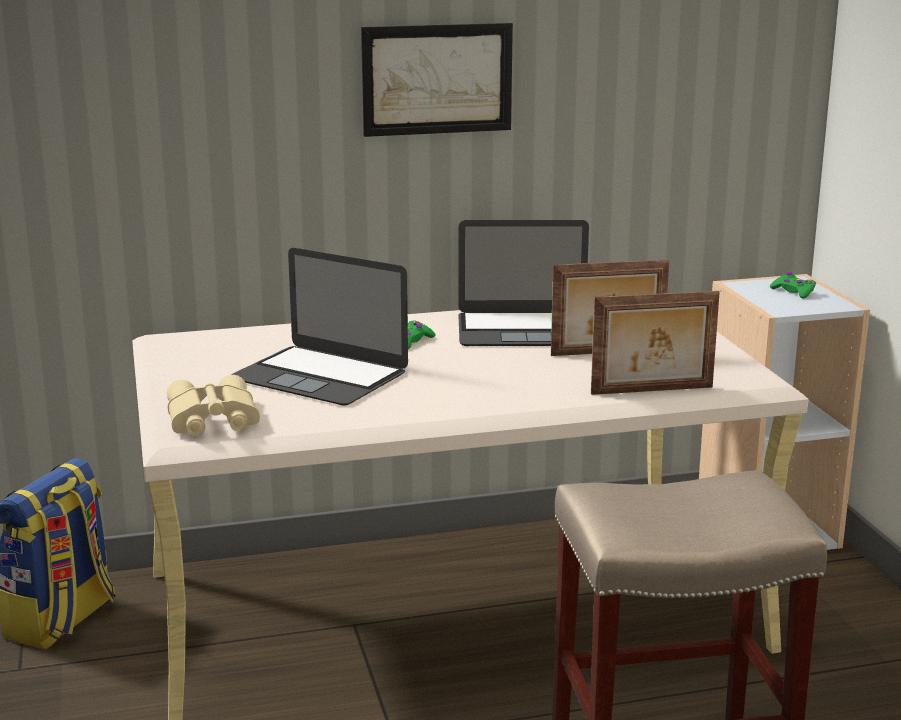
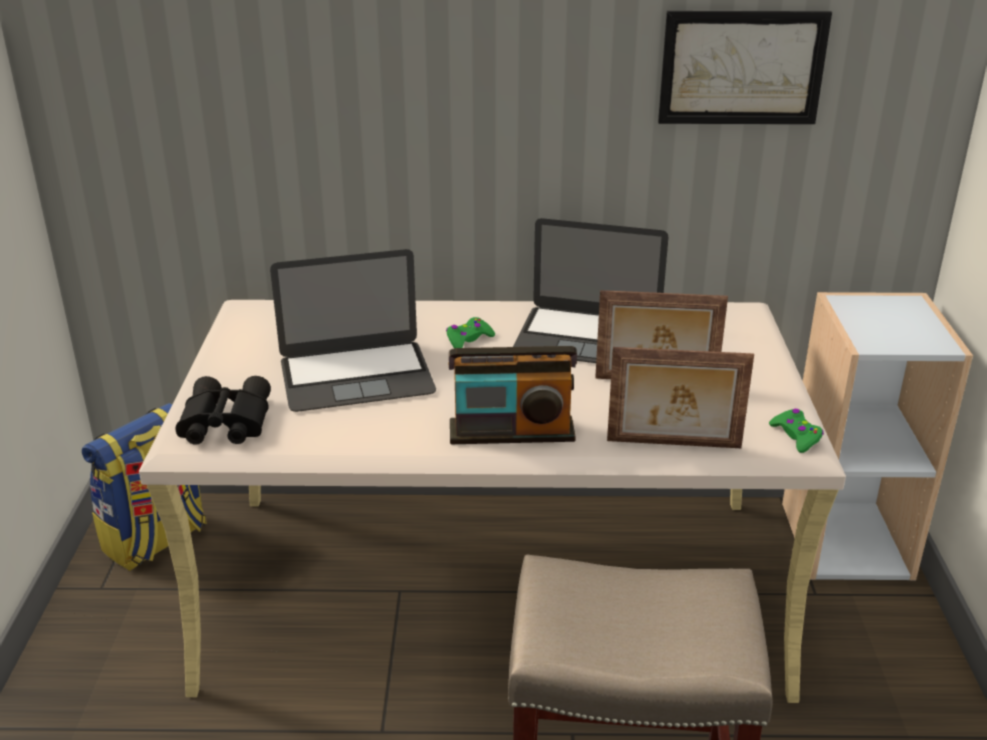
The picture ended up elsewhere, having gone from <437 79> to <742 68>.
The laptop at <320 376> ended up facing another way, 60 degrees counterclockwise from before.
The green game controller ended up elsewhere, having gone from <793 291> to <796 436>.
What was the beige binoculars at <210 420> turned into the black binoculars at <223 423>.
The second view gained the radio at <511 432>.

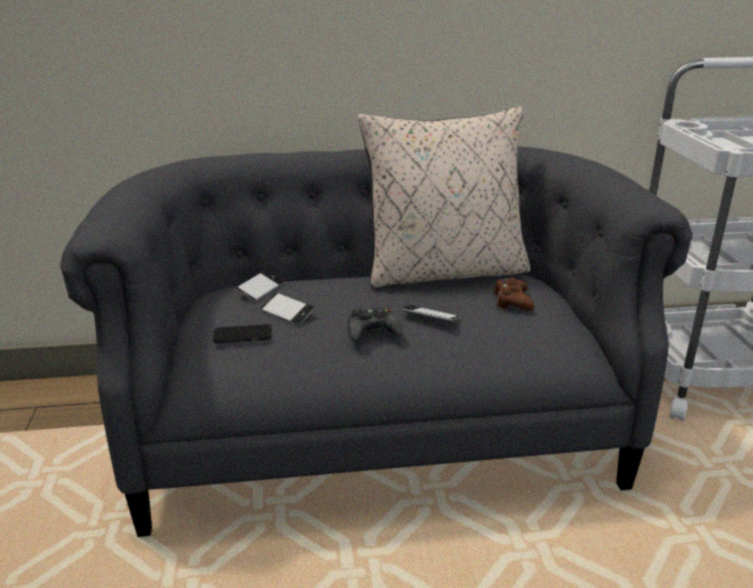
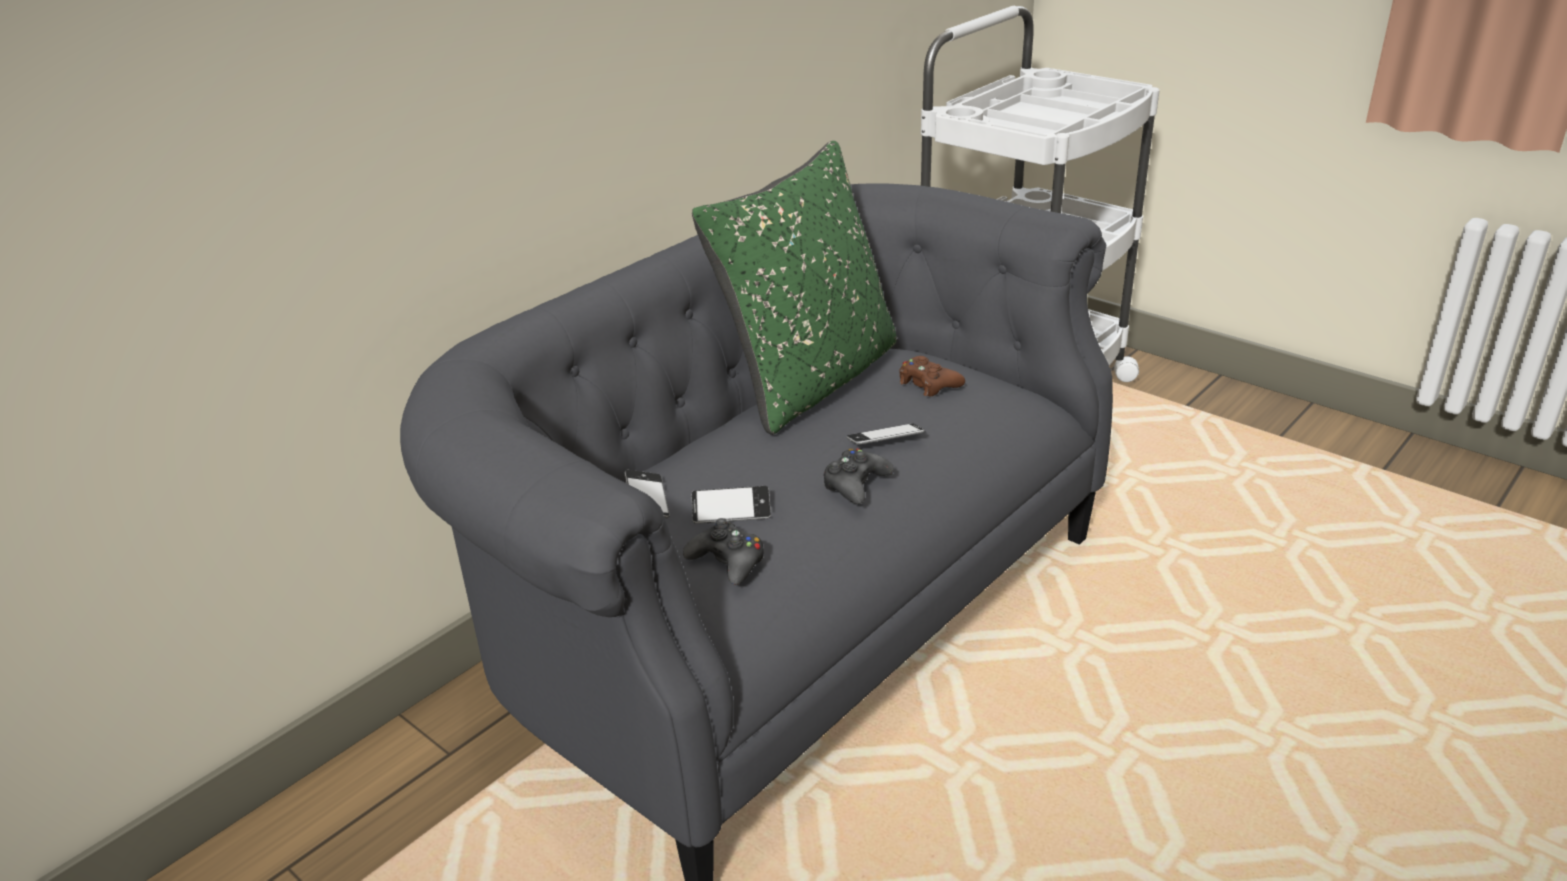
What was the beige pillow at <445 271> turned into the green pillow at <810 380>.
Where the phone stood at <242 335>, the black game controller came to stand at <728 561>.

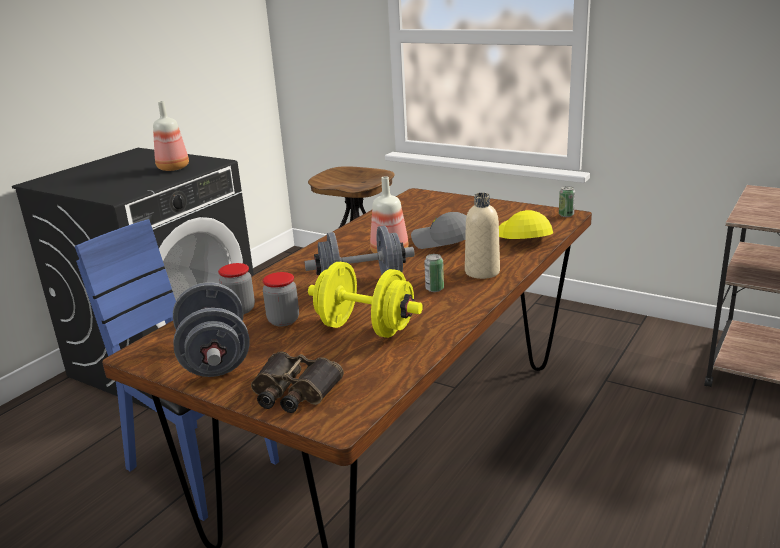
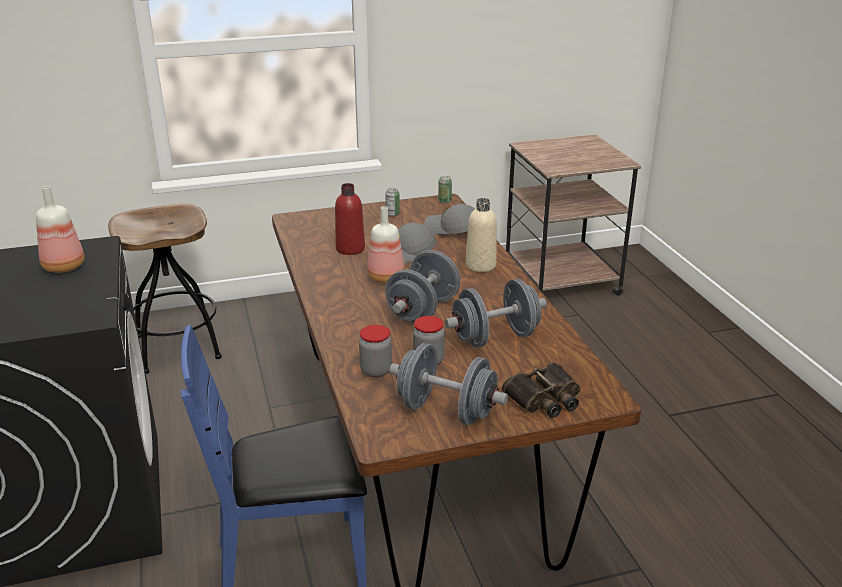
What was the yellow cap at <522 237> turned into the grey cap at <452 229>.
The can ended up elsewhere, having gone from <434 289> to <392 214>.
What was the yellow dumbbell at <365 328> turned into the grey dumbbell at <495 338>.
The second view gained the red bottle at <350 249>.

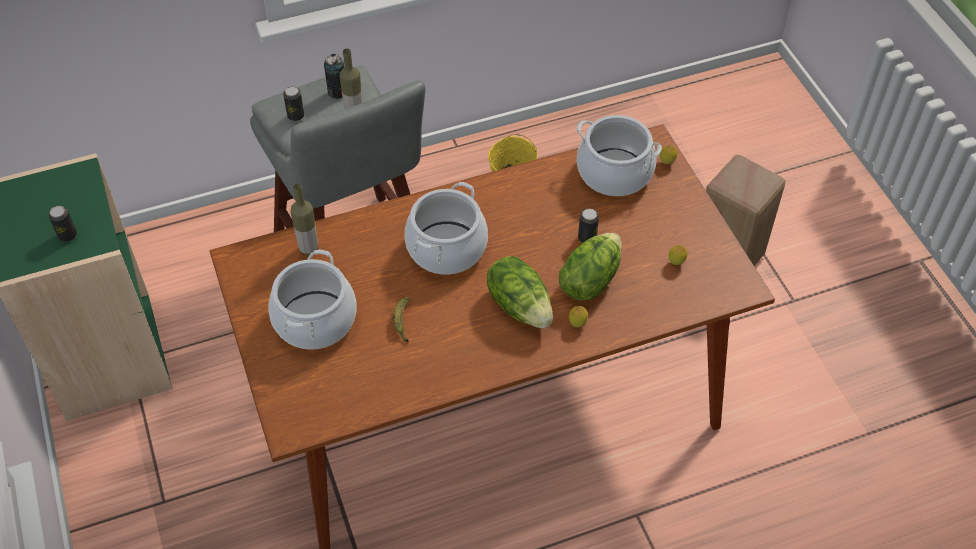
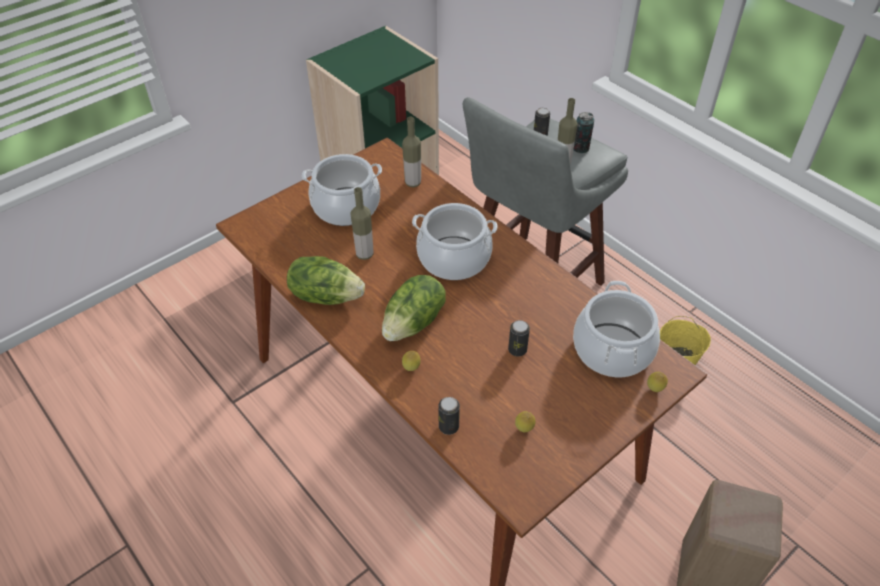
The can ended up elsewhere, having gone from <67 235> to <448 426>.
The lettuce ended up elsewhere, having gone from <589 280> to <326 295>.
Where the banana stood at <402 322>, the bottle came to stand at <364 254>.

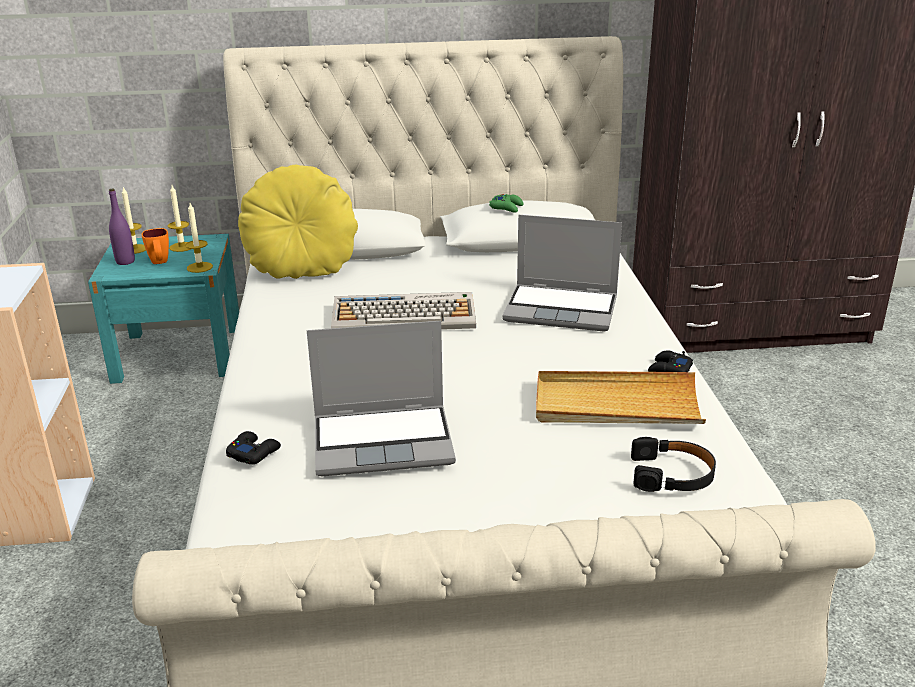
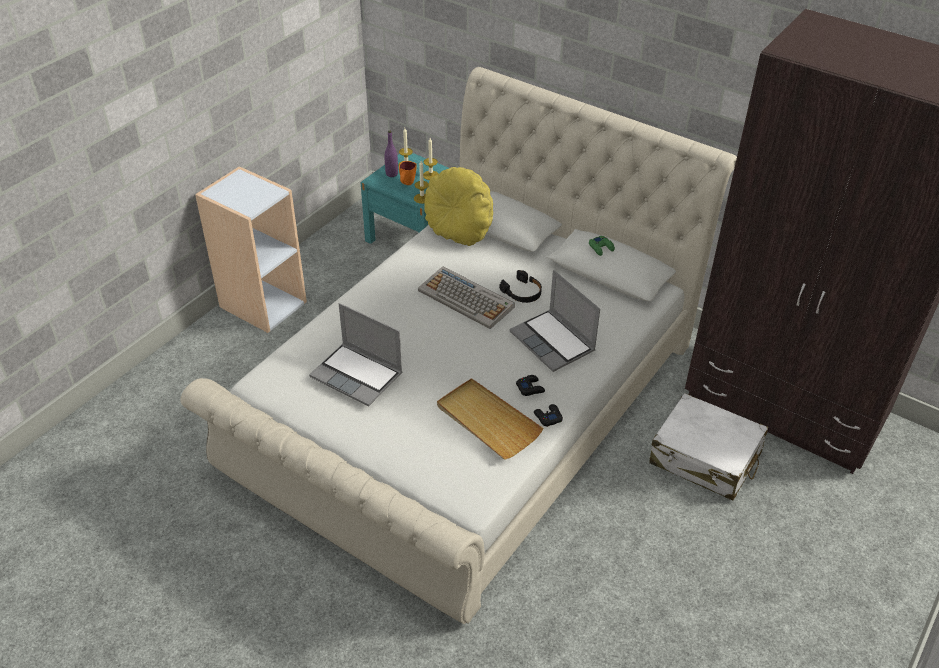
The black game controller ended up elsewhere, having gone from <253 453> to <530 388>.
The black headphones ended up elsewhere, having gone from <672 475> to <522 292>.
The second view gained the white suitcase at <705 458>.

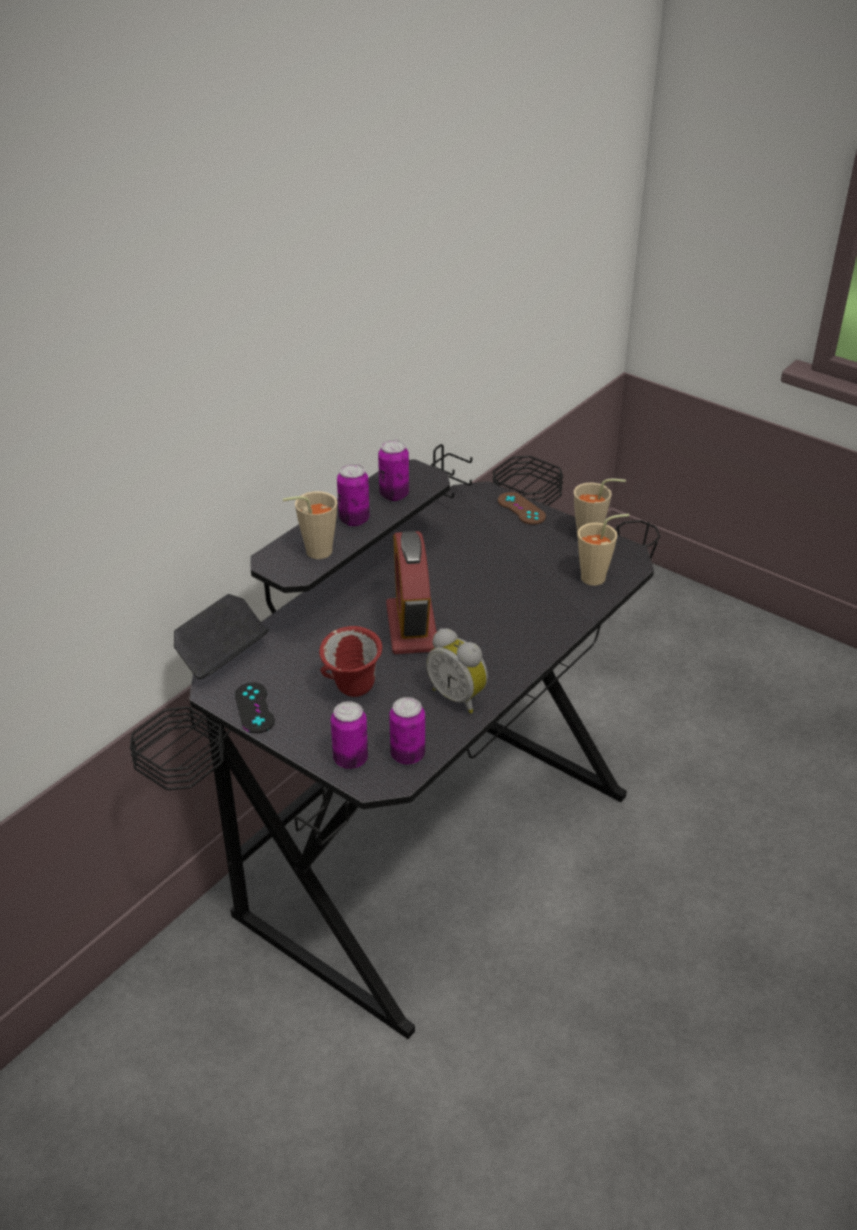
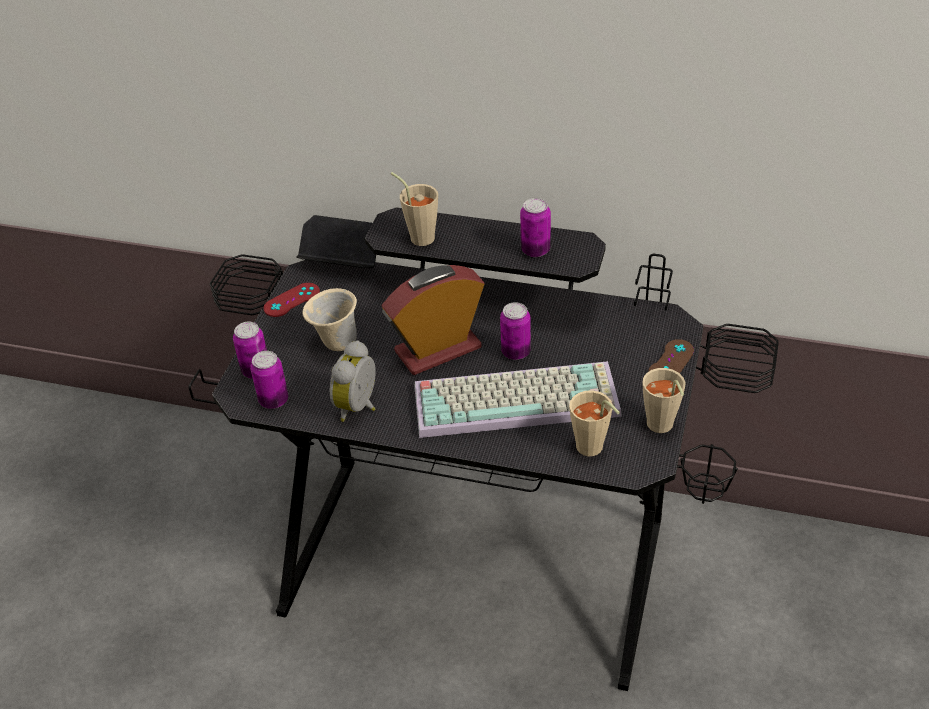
The can ended up elsewhere, having gone from <354 520> to <516 352>.
What was the red mug at <352 692> turned into the beige mug at <336 344>.
What was the black game controller at <254 708> turned into the red game controller at <291 300>.
The second view gained the keyboard at <518 398>.

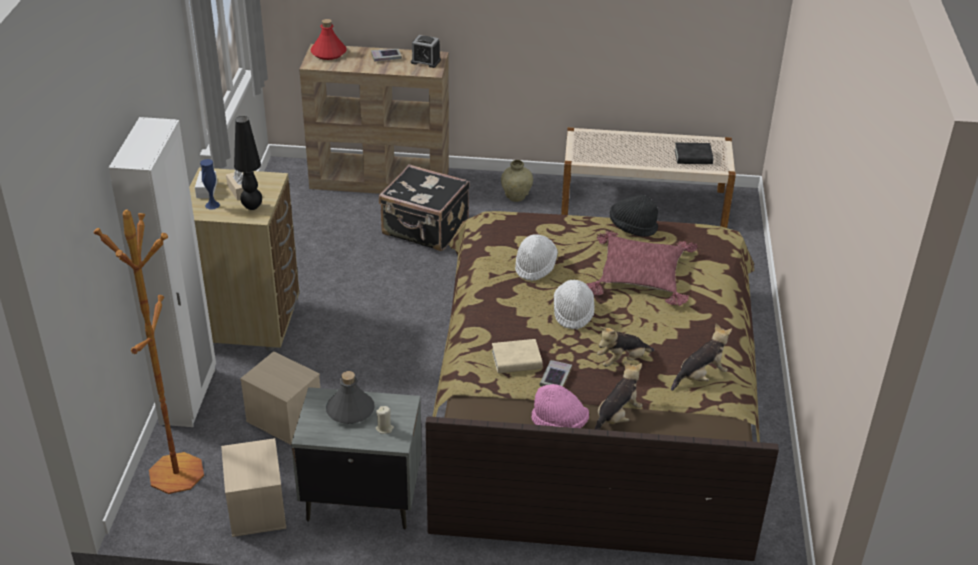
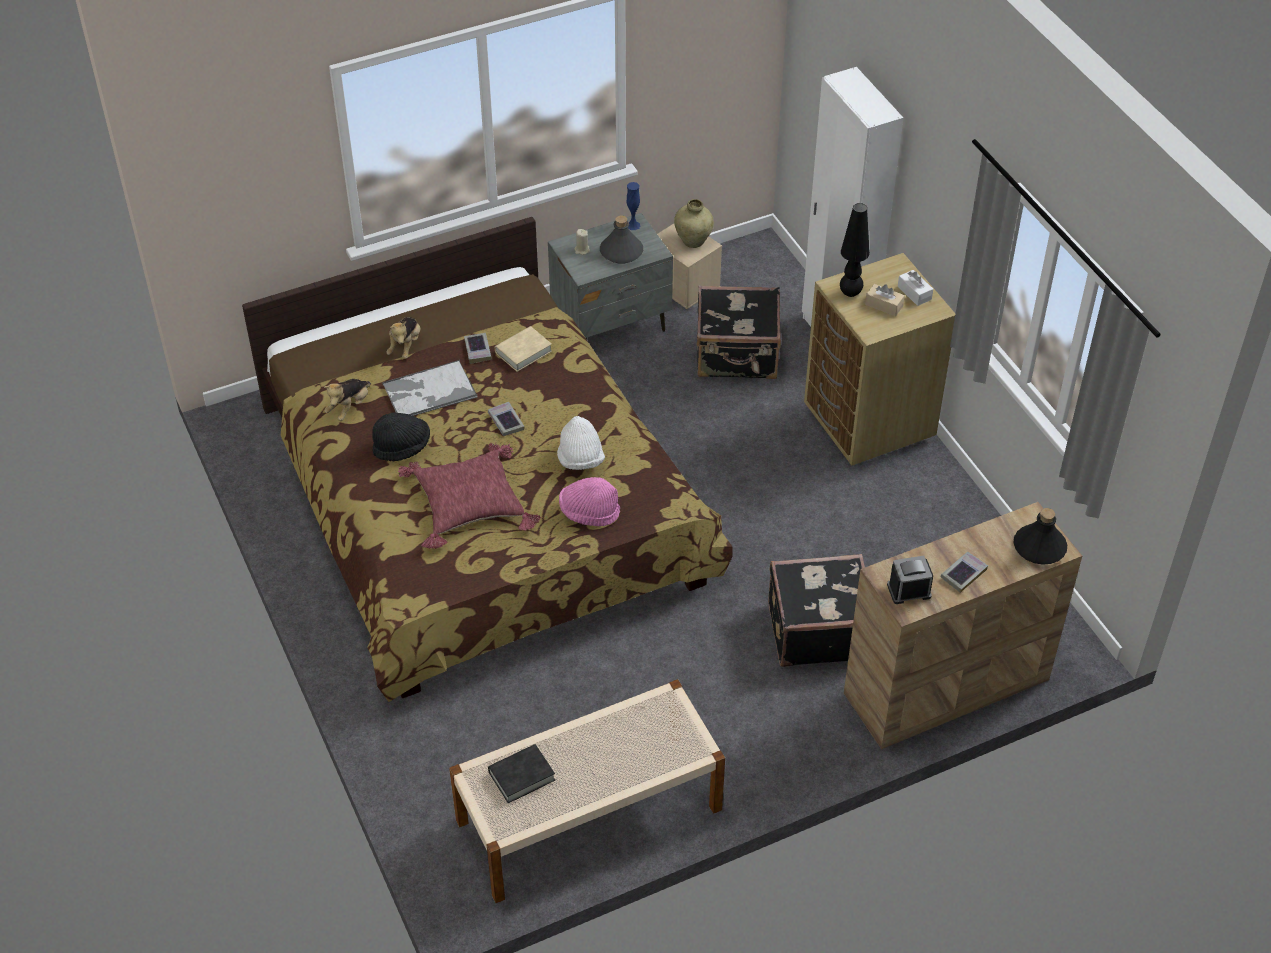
What was the red bottle at <329 53> turned into the black bottle at <1039 548>.
The blue vase ended up elsewhere, having gone from <212 205> to <633 225>.
The beige vase ended up elsewhere, having gone from <516 197> to <693 241>.
The black hat ended up elsewhere, having gone from <632 227> to <402 447>.
The second view lost the orange clothes rack at <176 473>.
Where the white hat stood at <573 313>, the book came to stand at <506 421>.
Where the plush toy stood at <622 361>, the tray came to stand at <429 391>.
Where the beige storage box stood at <283 419>, the black suitcase came to stand at <737 355>.
The pink hat ended up elsewhere, having gone from <559 424> to <589 512>.

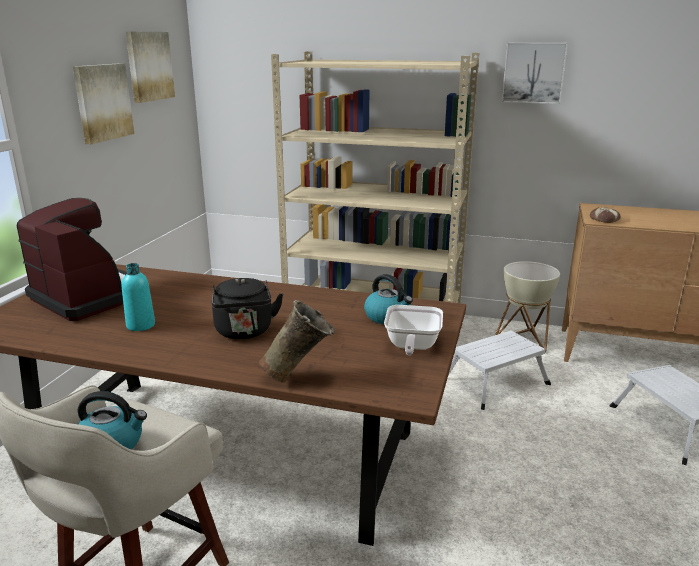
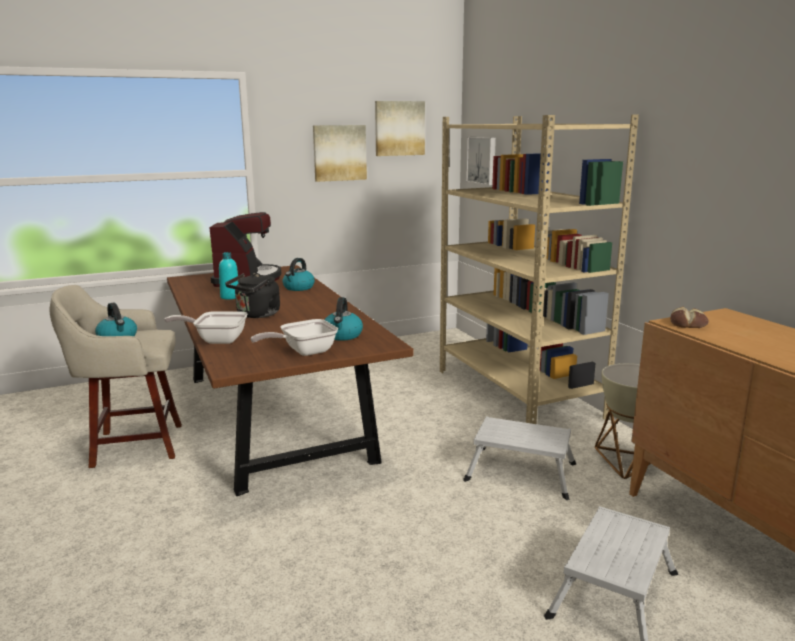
The picture ended up elsewhere, having gone from <533 72> to <482 160>.
Where the beige vase stood at <299 377>, the frying pan came to stand at <217 340>.
The second view gained the kettle at <298 288>.

